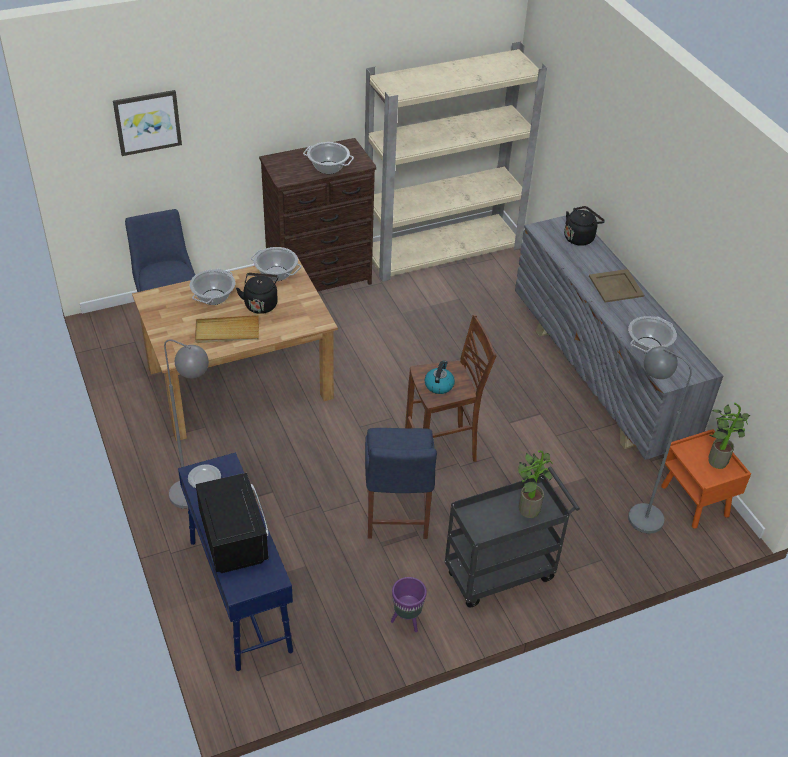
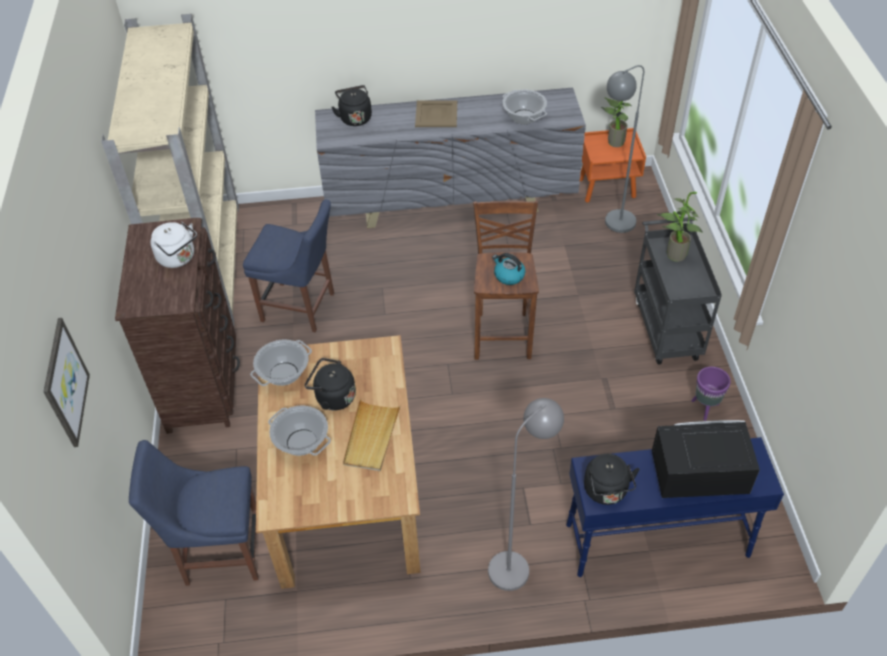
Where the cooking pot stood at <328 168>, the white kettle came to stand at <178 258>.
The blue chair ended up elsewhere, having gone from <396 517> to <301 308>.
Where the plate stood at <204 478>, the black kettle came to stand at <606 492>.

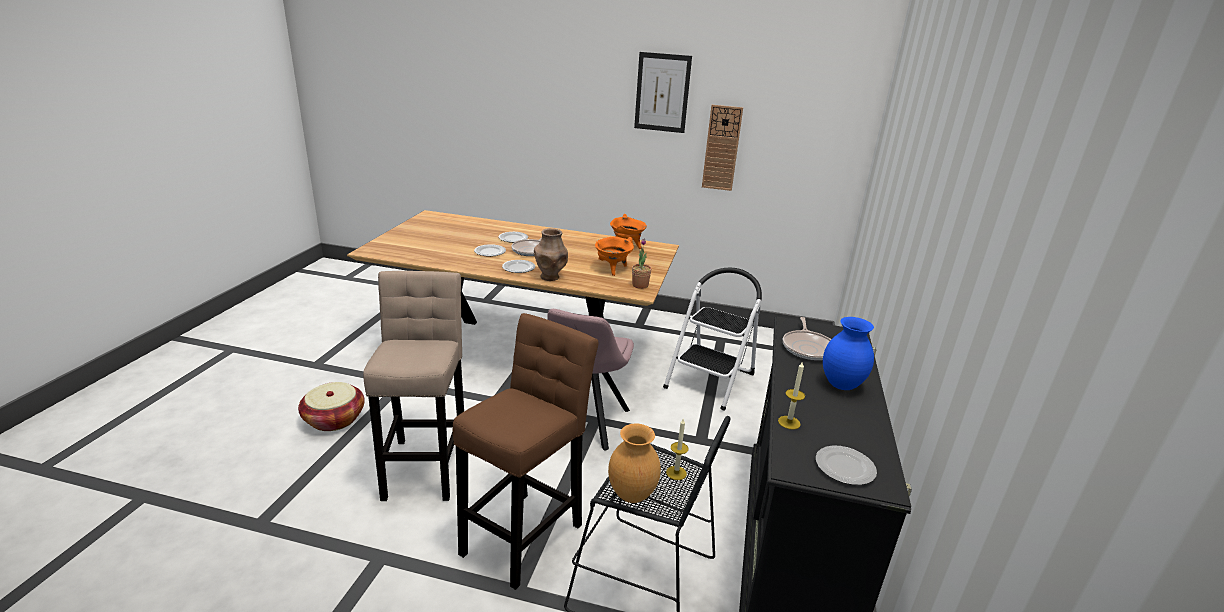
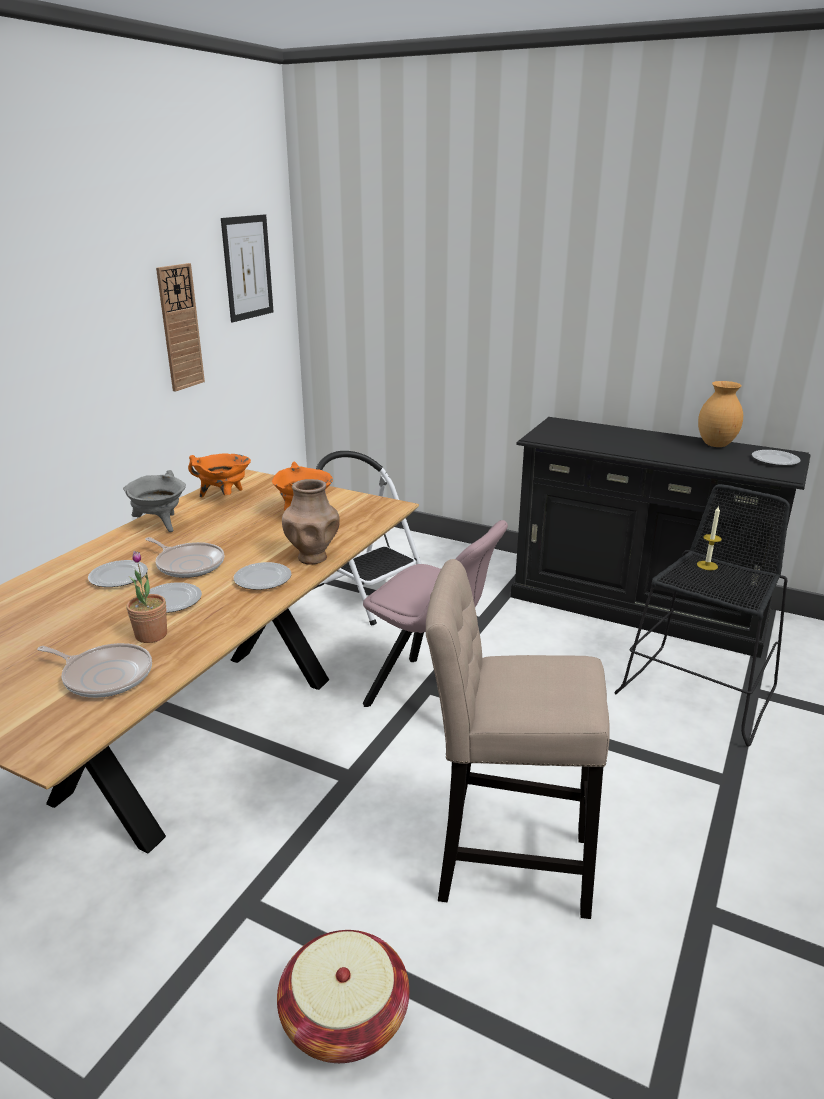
The picture ended up elsewhere, having gone from <662 93> to <247 268>.
The potted plant ended up elsewhere, having gone from <640 285> to <151 635>.
The second view lost the brown stool at <526 534>.
The frying pan ended up elsewhere, having gone from <808 348> to <105 675>.
The second view lost the blue vase at <841 385>.
The second view lost the candle at <789 422>.
The brown vase ended up elsewhere, having gone from <631 494> to <715 445>.
The second view gained the grey cooking pot at <160 525>.

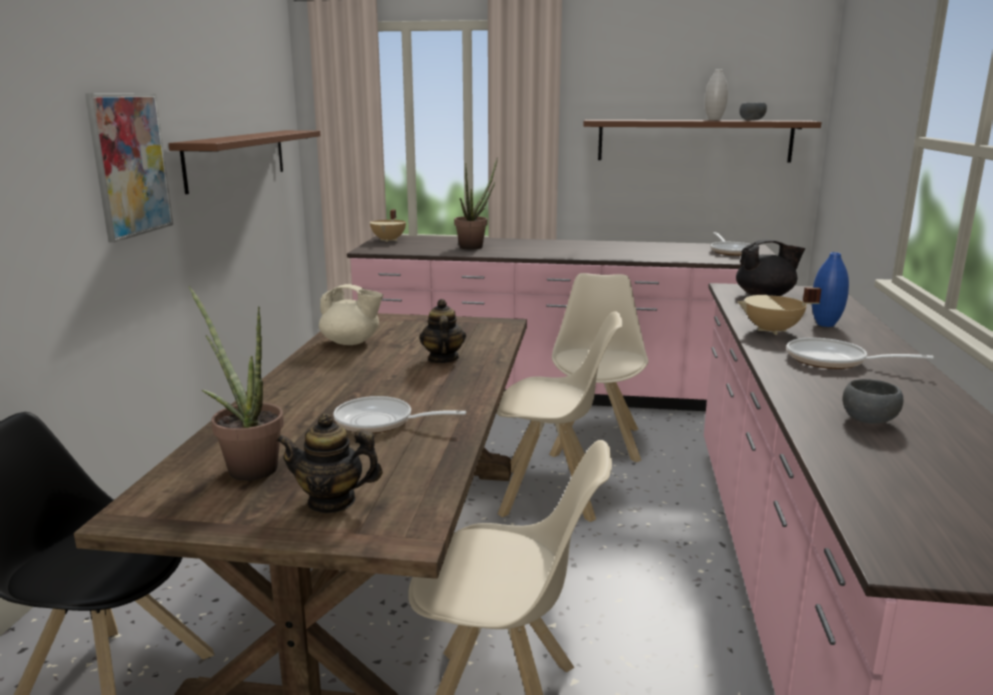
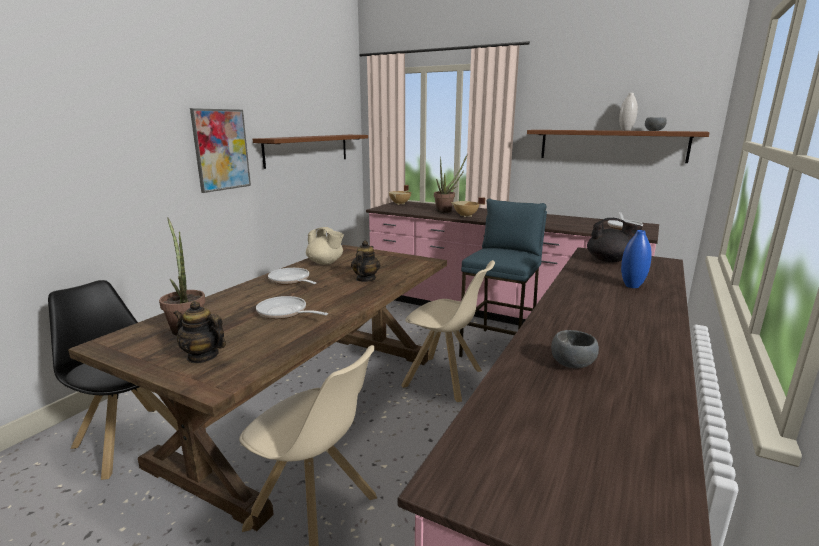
Where the beige chair stood at <596 440>, the blue stool came to stand at <499 348>.
The beige cooking pot ended up elsewhere, having gone from <772 331> to <465 216>.
The frying pan ended up elsewhere, having gone from <833 361> to <291 280>.

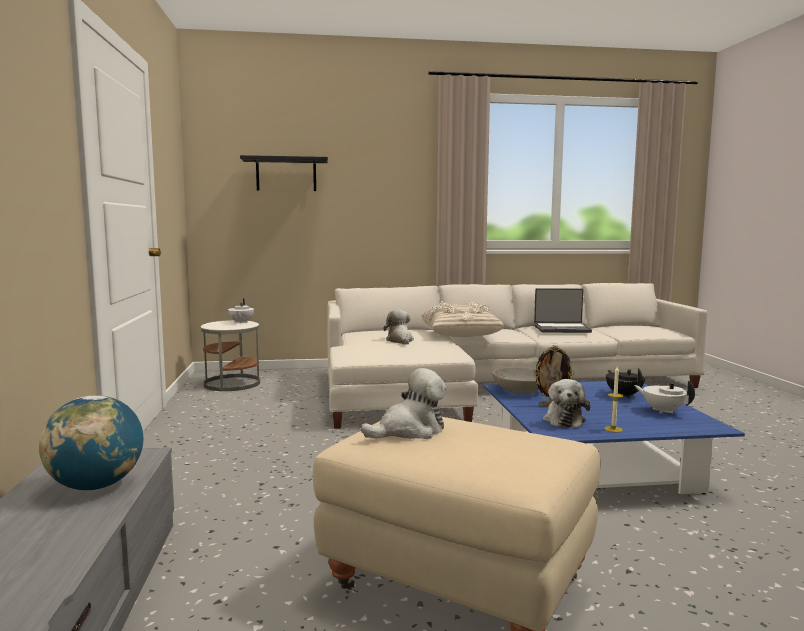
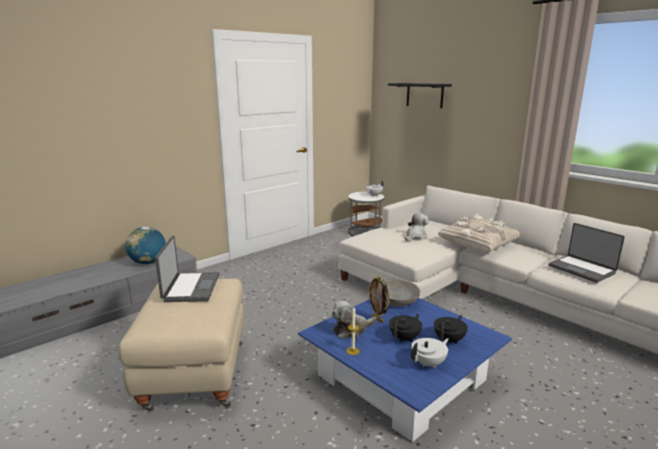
Where the plush toy stood at <409 431>, the laptop came to stand at <190 288>.
The white teapot at <662 411> ended up facing another way, 45 degrees clockwise from before.
The second view gained the black teapot at <405 338>.

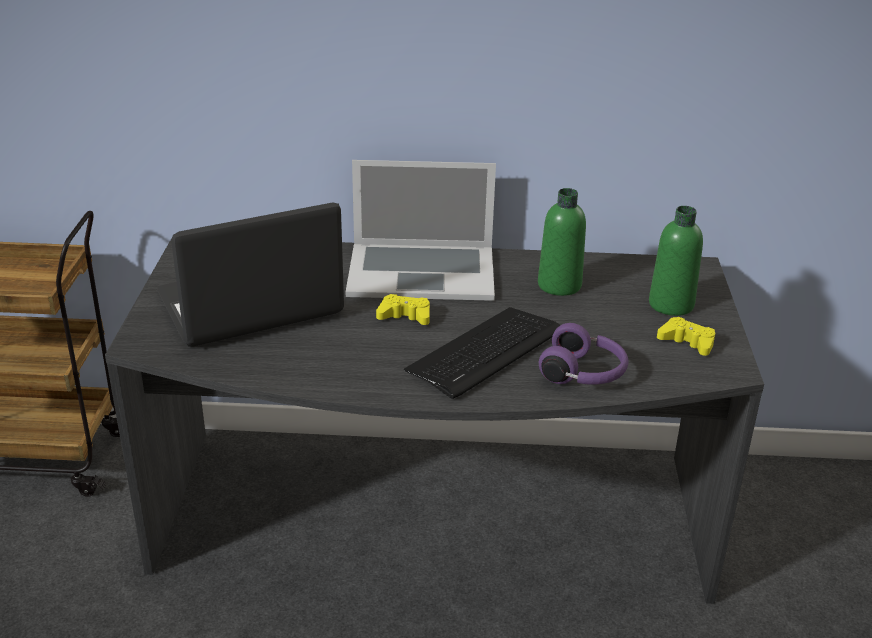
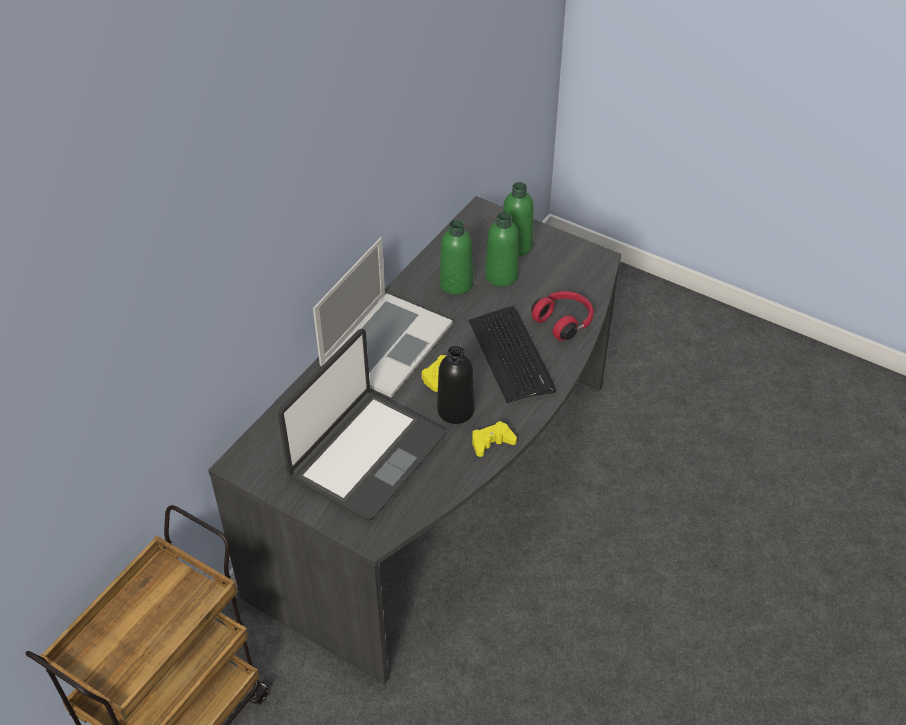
The laptop at <250 306> ended up facing another way, 150 degrees counterclockwise from before.
The yellow game controller ended up elsewhere, having gone from <687 342> to <491 442>.
What was the purple headphones at <584 374> turned into the red headphones at <564 321>.
The second view gained the green bottle at <501 276>.
The second view gained the black bottle at <455 410>.

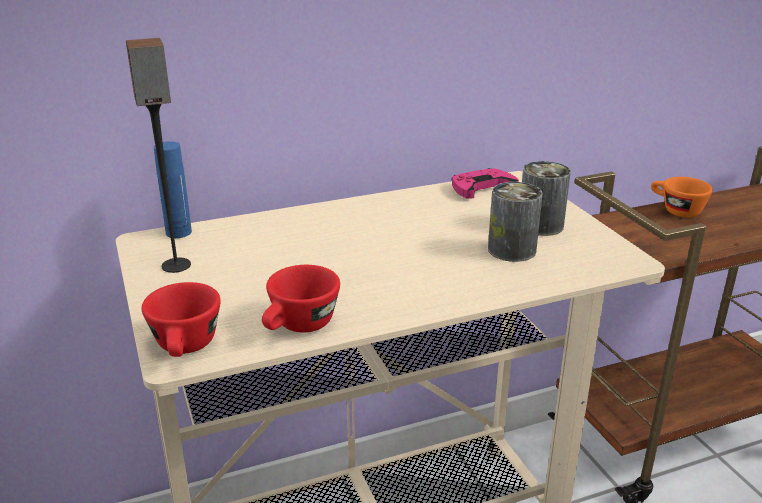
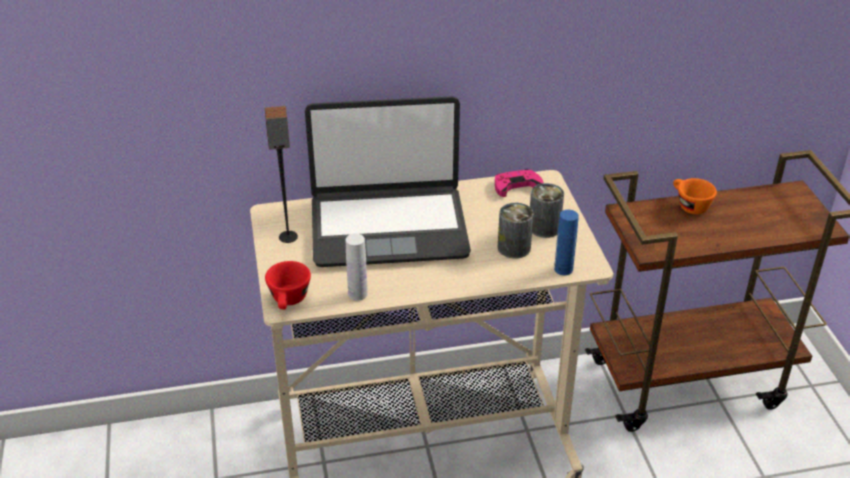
The blue bottle ended up elsewhere, having gone from <178 232> to <563 269>.
Where the red cup stood at <299 327>, the white bottle came to stand at <357 294>.
The second view gained the laptop at <388 227>.

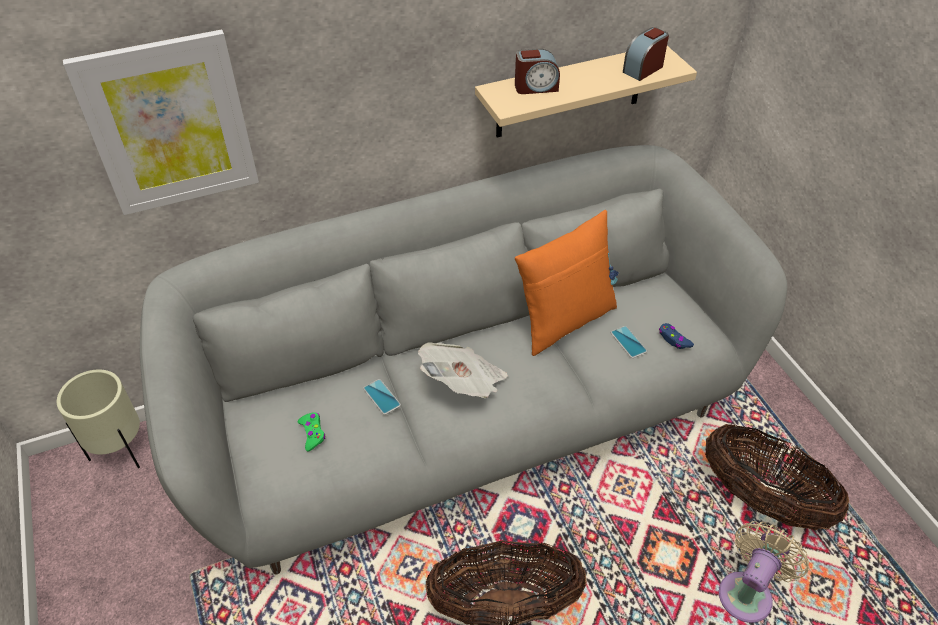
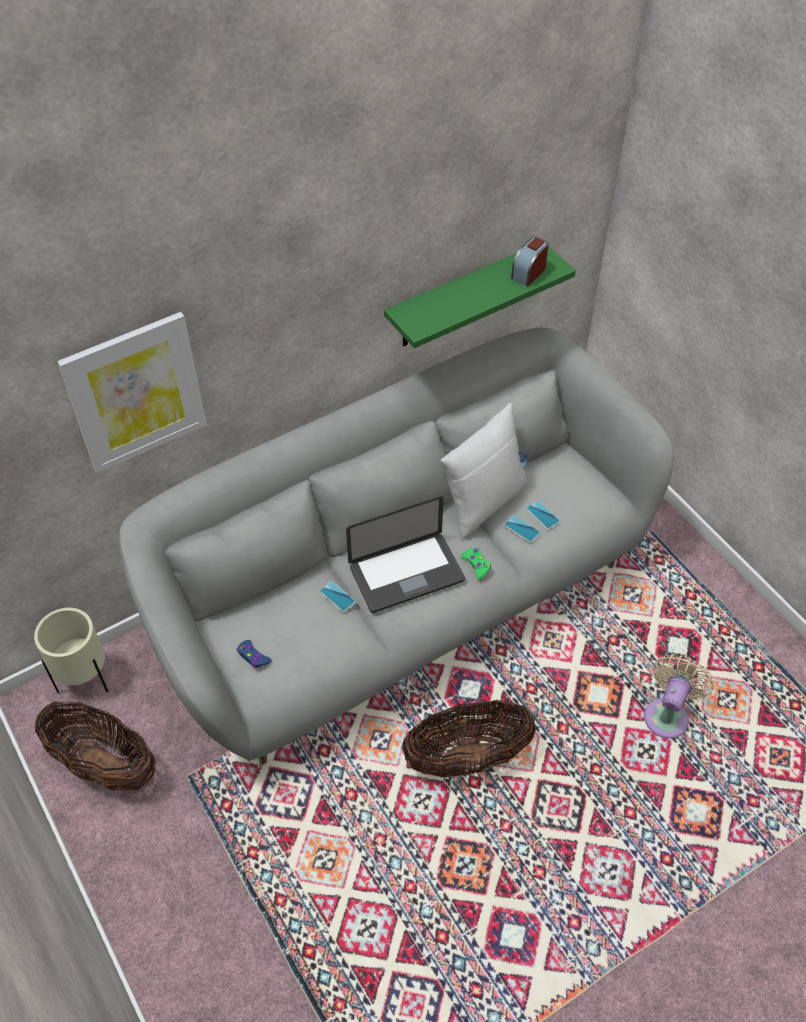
What was the beige shelf at <570 92> turned into the green shelf at <464 296>.
The second view lost the alarm clock at <536 87>.
What was the orange pillow at <564 321> turned into the grey pillow at <483 503>.
The blue game controller ended up elsewhere, having gone from <674 339> to <253 657>.
Where the newspaper stood at <464 383>, the laptop came to stand at <406 574>.
The green game controller ended up elsewhere, having gone from <312 433> to <476 565>.
The basket ended up elsewhere, having gone from <761 499> to <104 764>.
The second view gained the phone at <521 529>.

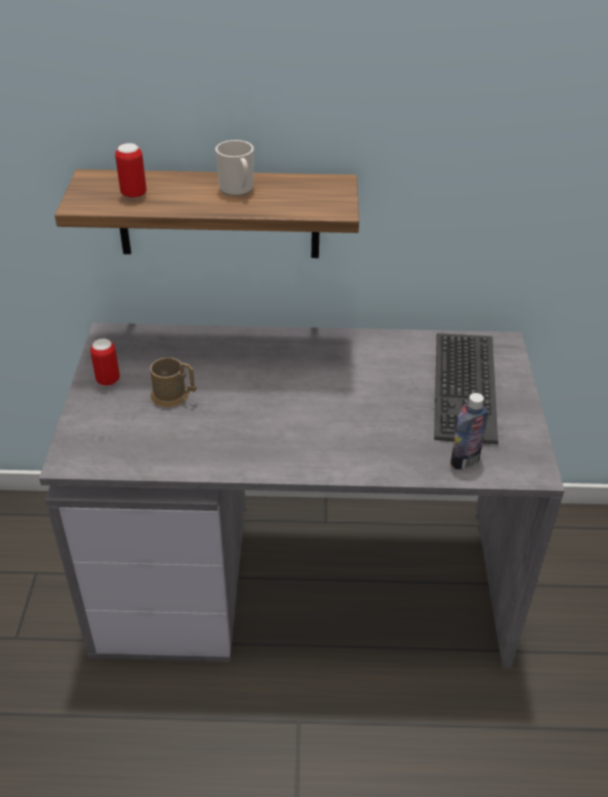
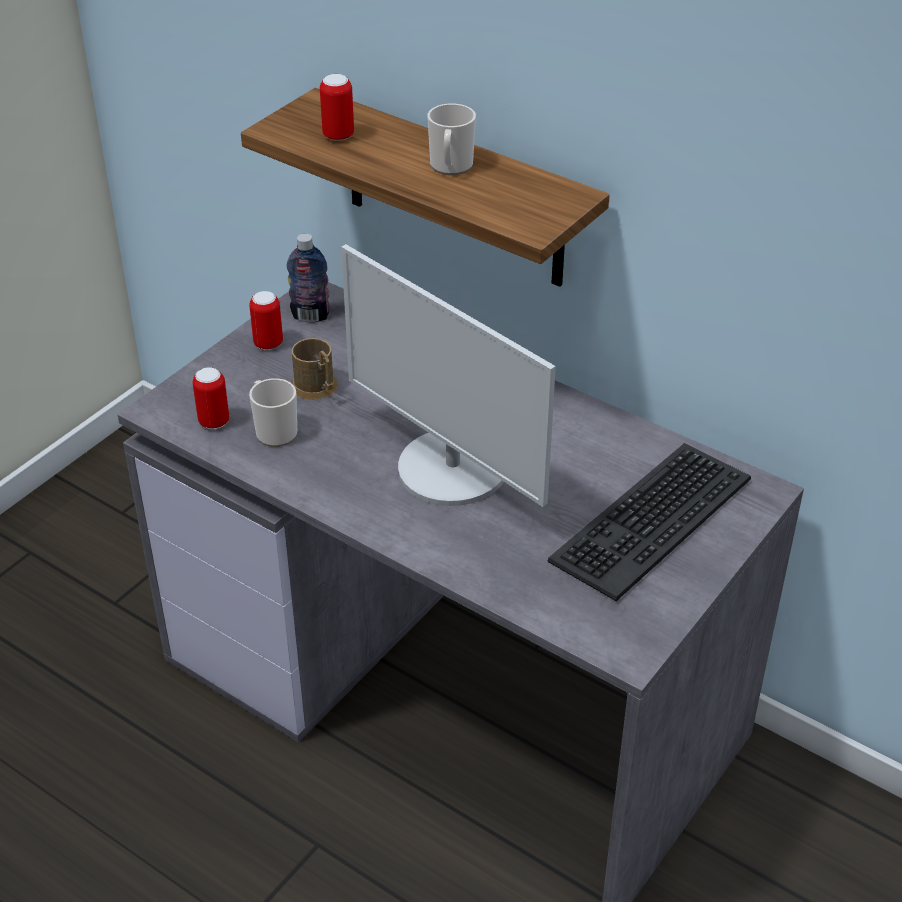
The bottle ended up elsewhere, having gone from <464 461> to <310 316>.
The second view gained the monitor at <452 469>.
The second view gained the can at <214 422>.
The second view gained the mug at <274 431>.

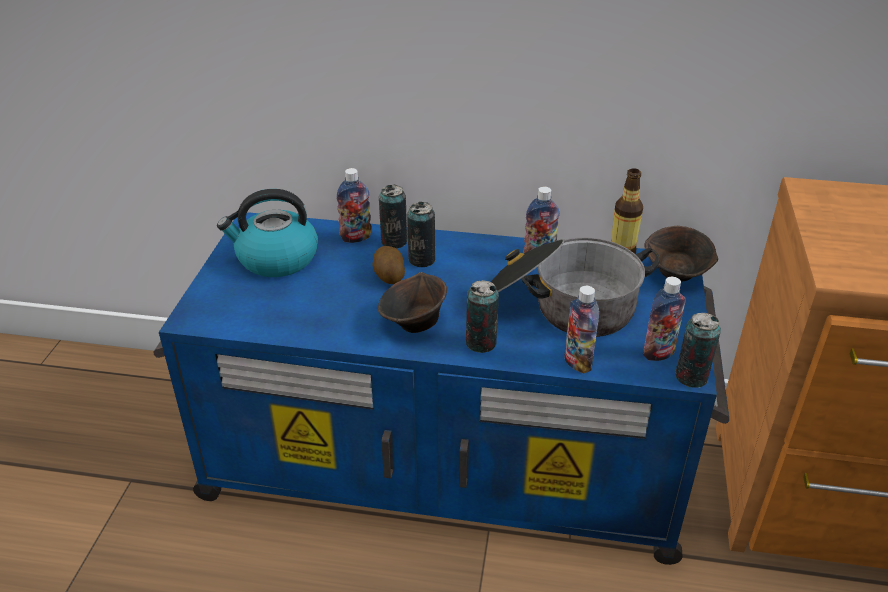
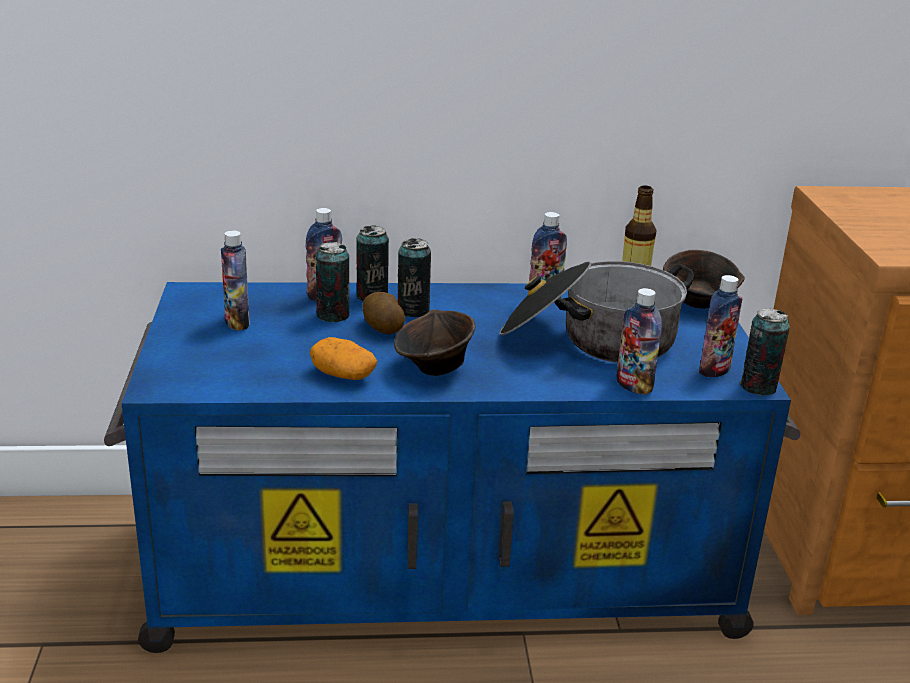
Where the kettle stood at <276 259>, the bottle came to stand at <237 323>.
The can ended up elsewhere, having gone from <481 343> to <333 315>.
The second view gained the potato at <343 375>.

